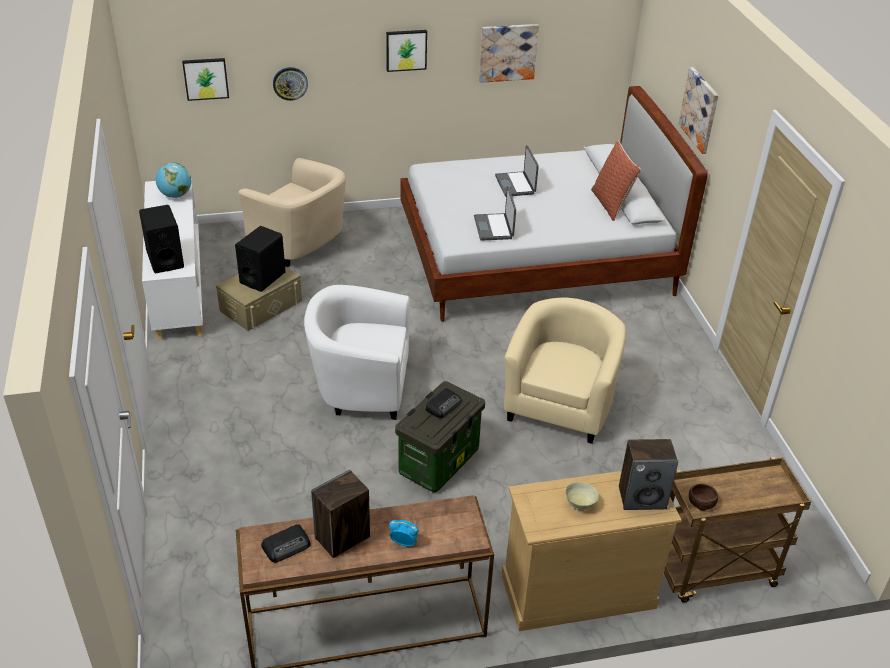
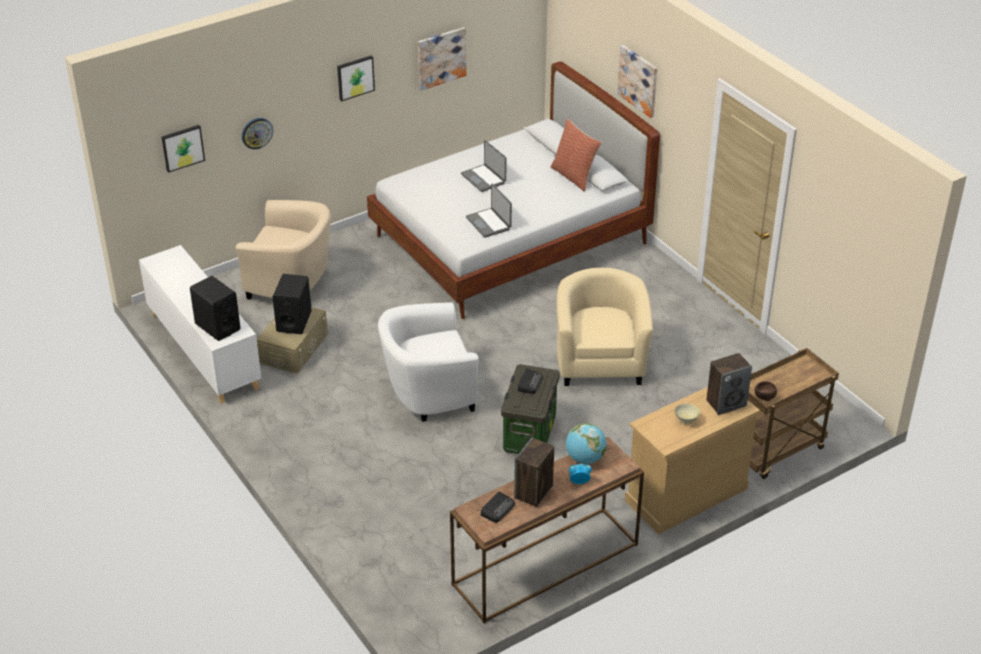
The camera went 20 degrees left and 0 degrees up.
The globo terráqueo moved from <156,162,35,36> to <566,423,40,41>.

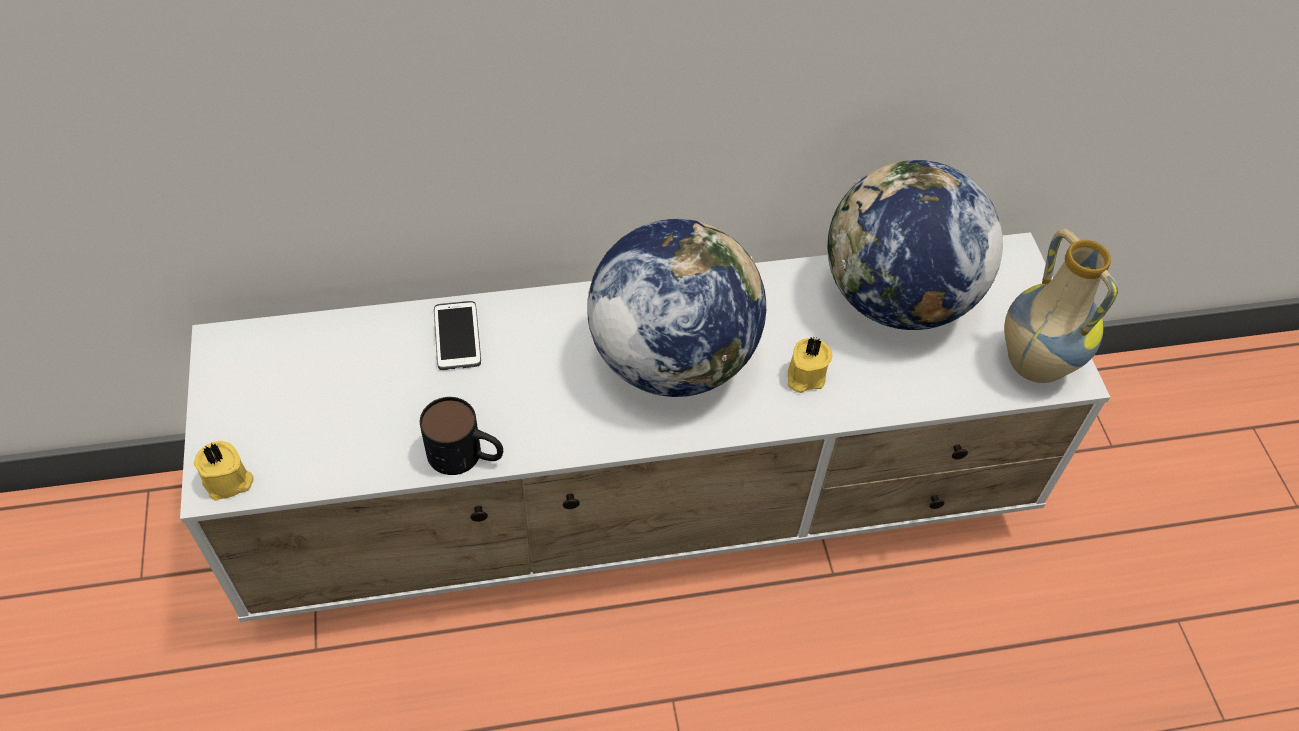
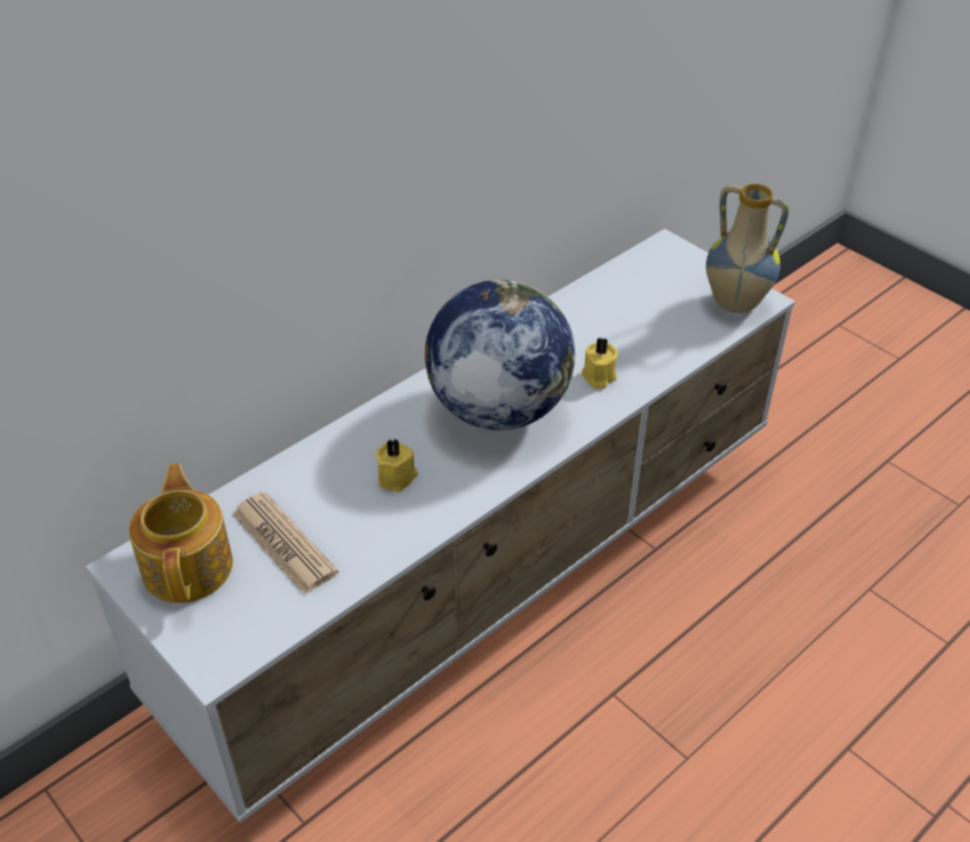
The camera went 30 degrees left and 10 degrees down.
The tetera at <129,463,104,140> appeared.
The periódico at <232,492,107,103> appeared.
The vela [amarillo] moved from <194,441,59,59> to <376,438,42,54>.
The taza grande at <420,397,83,78> disappeared.
The móvil at <434,301,47,69> disappeared.
The globo terráqueo at <827,160,176,170> disappeared.

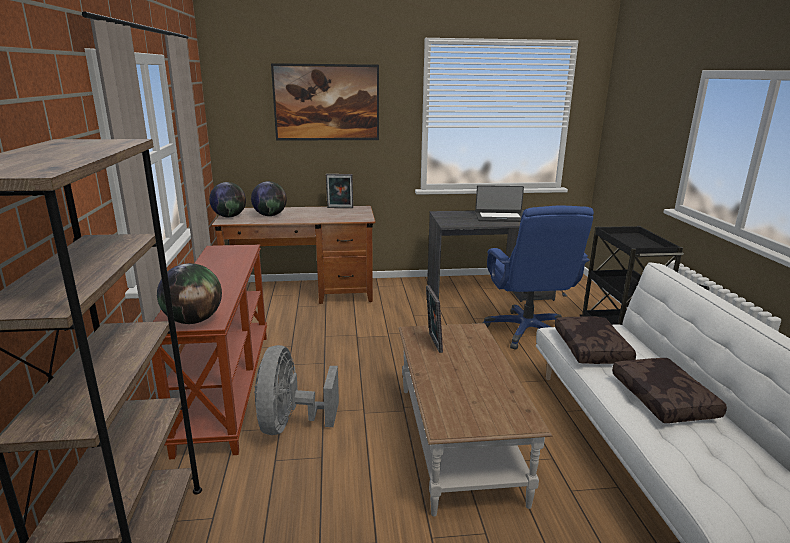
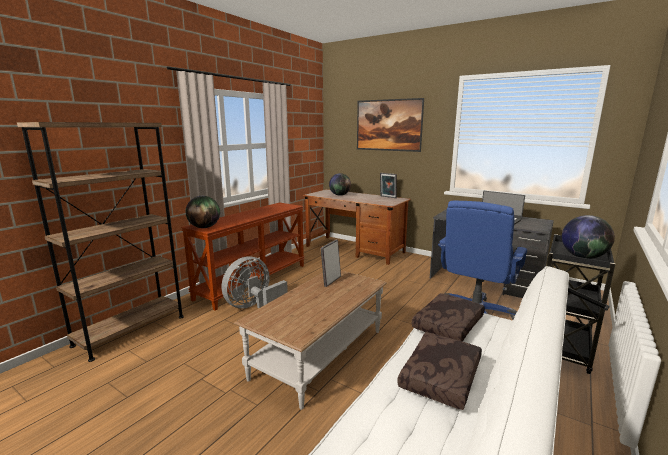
The camera went 40 degrees right and 5 degrees down.
The globo terráqueo moved from <209,182,37,35> to <562,215,53,44>.

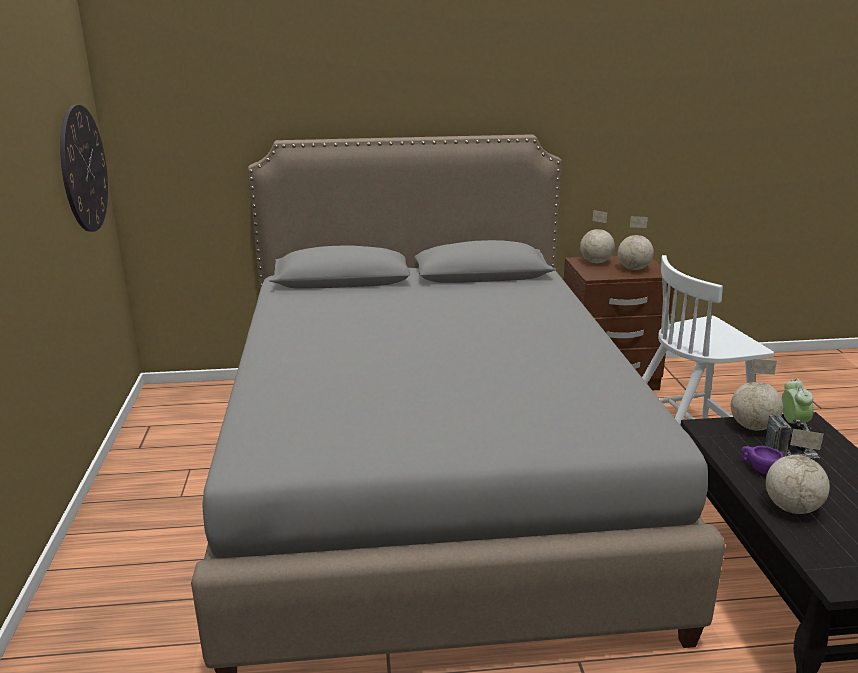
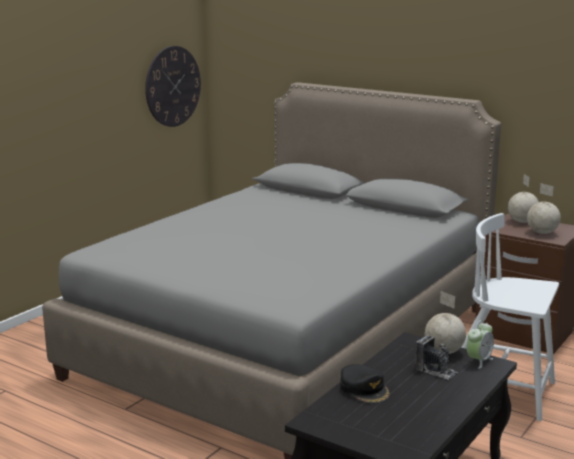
The camera went 40 degrees right and 5 degrees down.
The globo terráqueo at <766,429,64,85> was replaced by the gorra [negro] at <340,364,50,40>.
The taza [morado] at <741,446,43,28> disappeared.

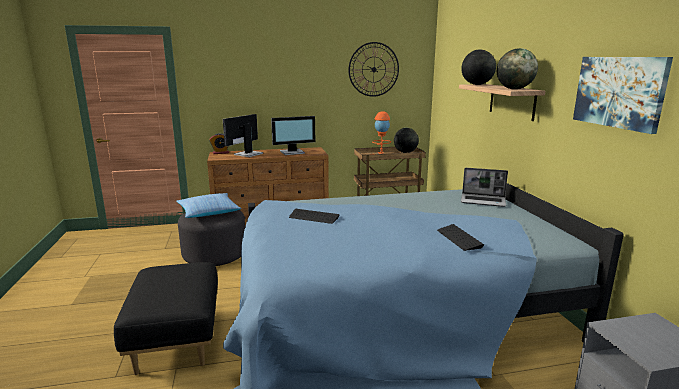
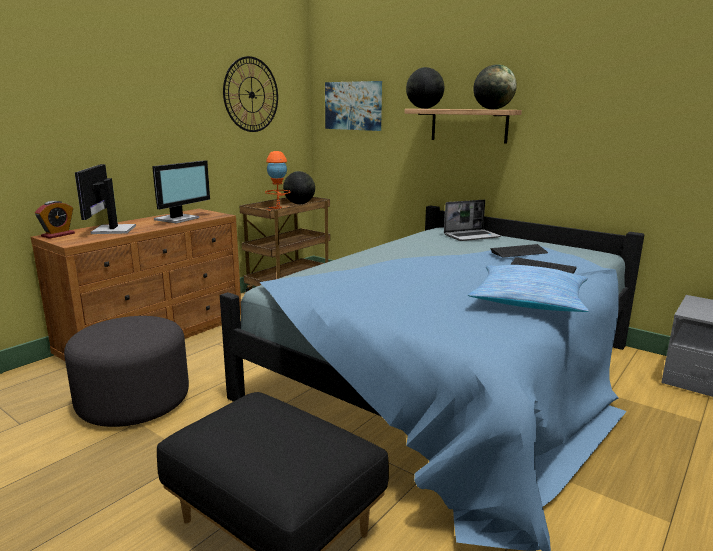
The camera went 40 degrees left and 0 degrees up.
The cuadro moved from <573,57,100,77> to <325,81,57,50>.
The cojín moved from <176,193,65,25> to <468,265,121,47>.
The teclado moved from <289,209,51,15> to <490,244,58,13>.

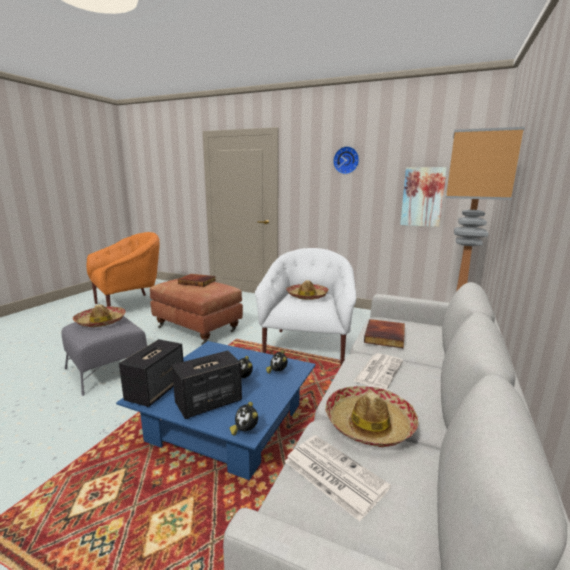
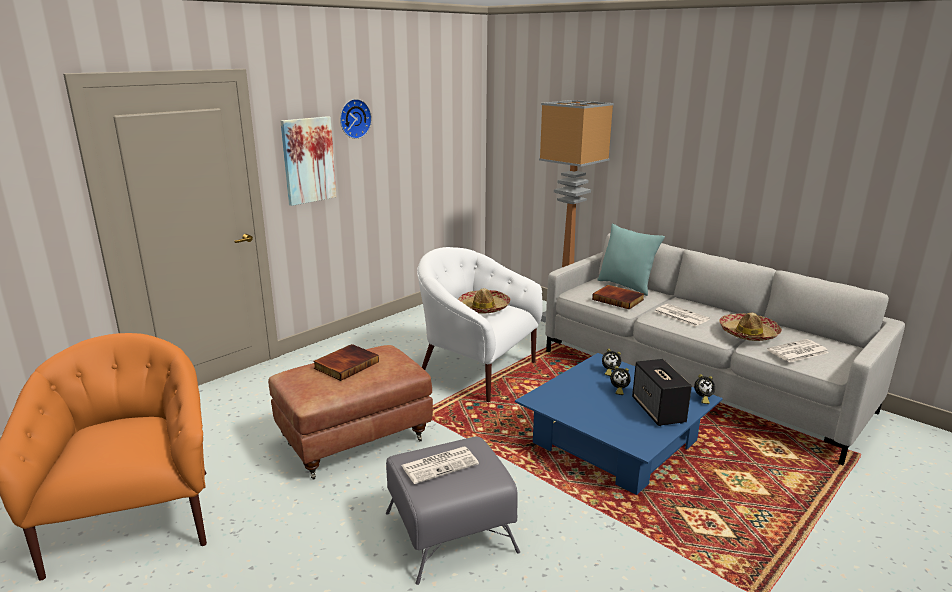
The camera went 70 degrees left and 5 degrees up.
The cuadro moved from <400,167,47,60> to <280,116,57,90>.
The sombrero at <73,304,53,23> was replaced by the periódico at <401,446,78,38>.
The cojín [turquesa] at <597,223,68,73> appeared.
The altavoz at <119,339,65,68> disappeared.

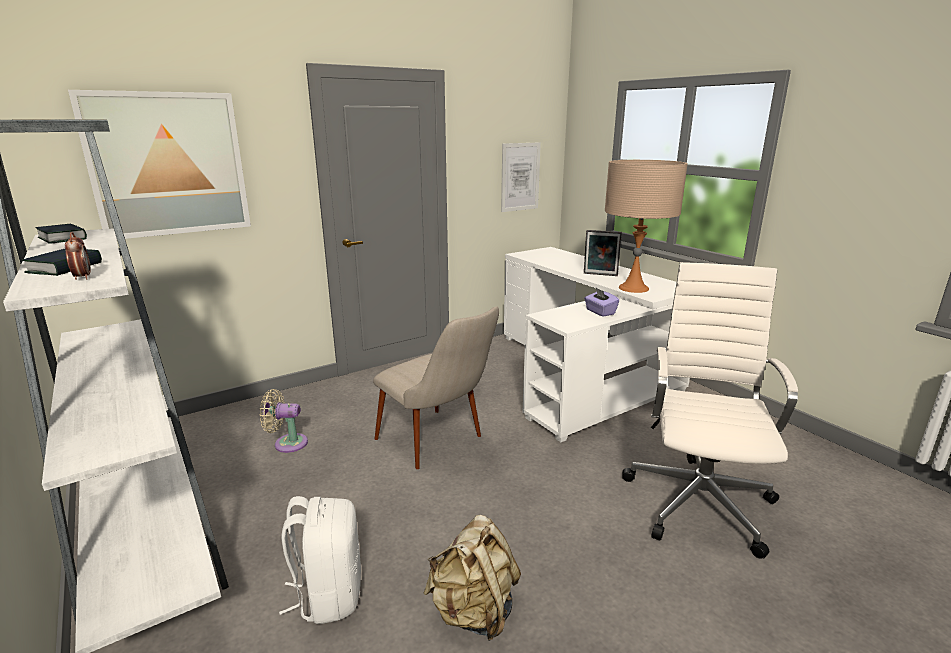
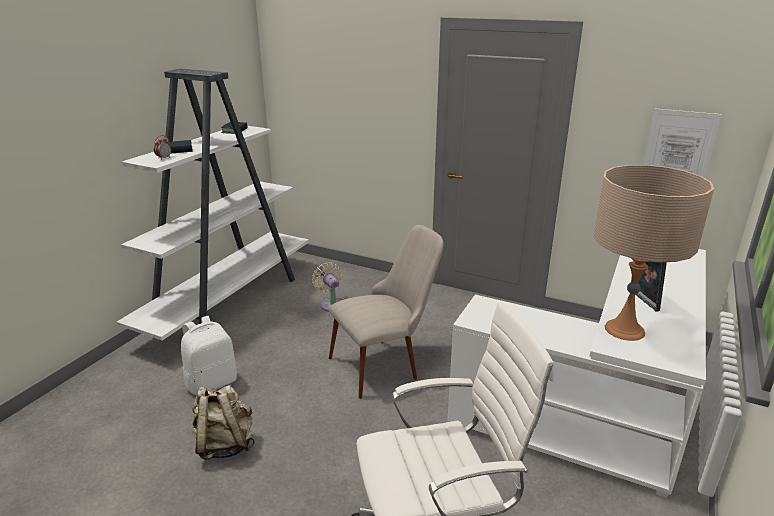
The camera went 60 degrees right and 5 degrees up.
The silla [beis] at <373,306,126,163> turned 135 degrees counterclockwise.
The cuadro at <68,90,183,149> disappeared.
The caja de pañuelos [morado] at <584,288,35,29> disappeared.

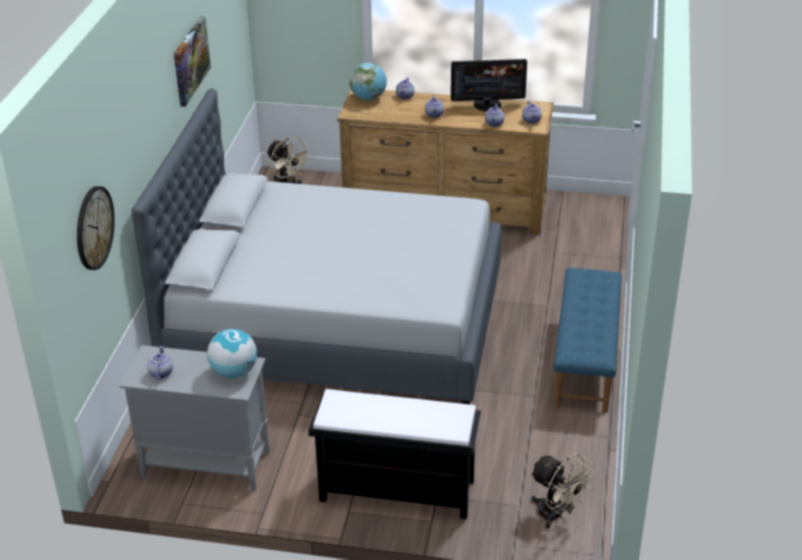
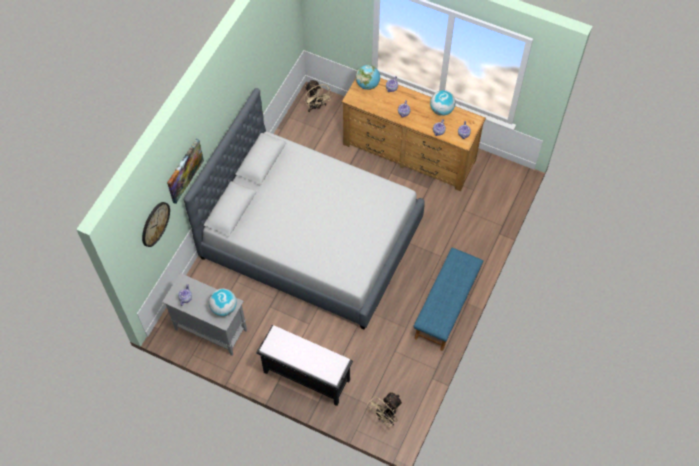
The camera went 15 degrees right and 25 degrees up.
The cuadro moved from <174,16,37,91> to <167,139,37,65>.
The ventilador [beis] at <530,454,64,75> turned 75 degrees clockwise.
The monitor at <451,59,76,53> was replaced by the globo terráqueo at <430,90,25,26>.

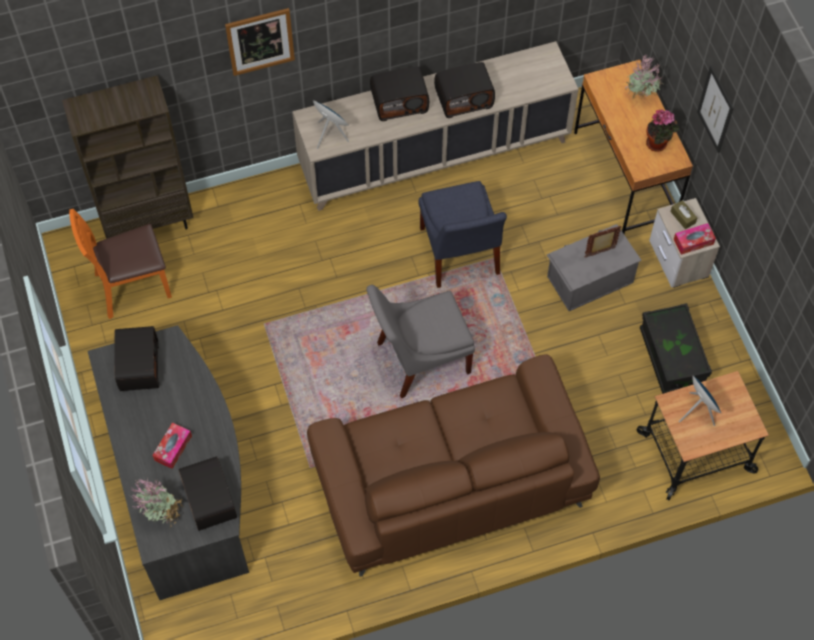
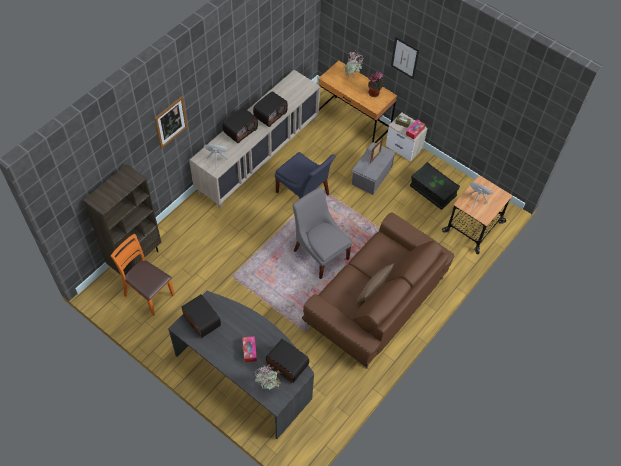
The camera went 35 degrees left and 5 degrees down.
The silla [naranja] at <69,209,103,110> turned 90 degrees clockwise.
The silla [gris] at <366,285,109,113> turned 105 degrees clockwise.
The cojín [marrón] at <356,263,38,41> appeared.

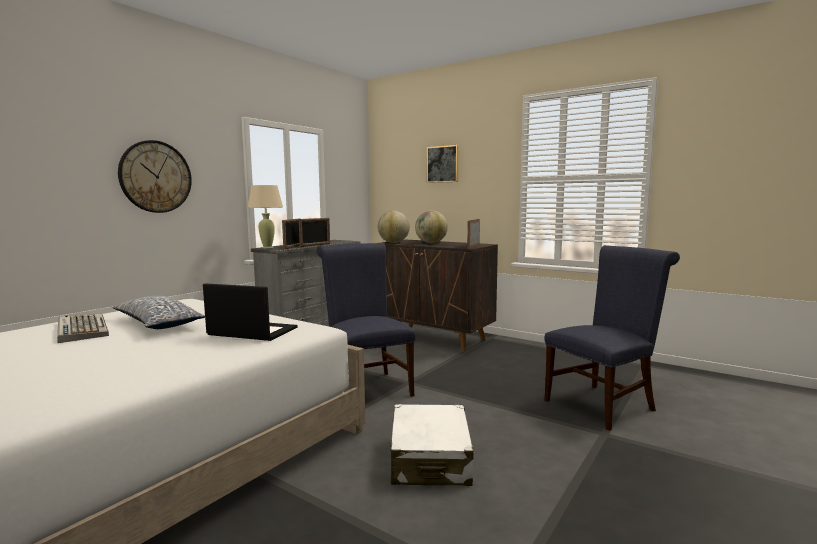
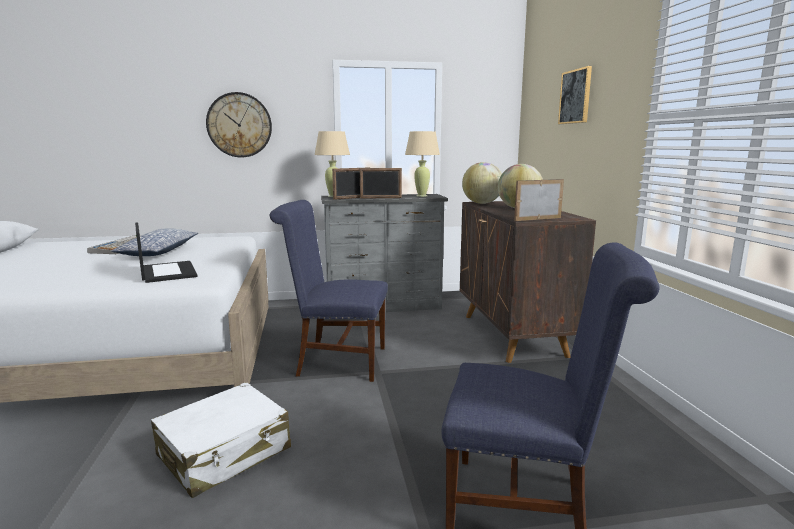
The camera went 45 degrees right and 5 degrees up.
The silla [azul] at <317,243,99,154> turned 105 degrees counterclockwise.
The lámpara de mesa [beis] at <405,131,35,66> appeared.

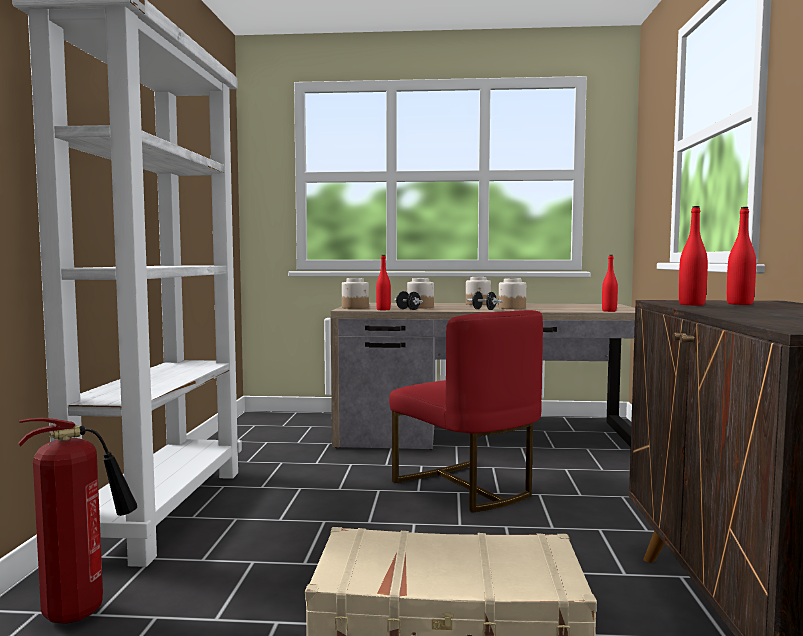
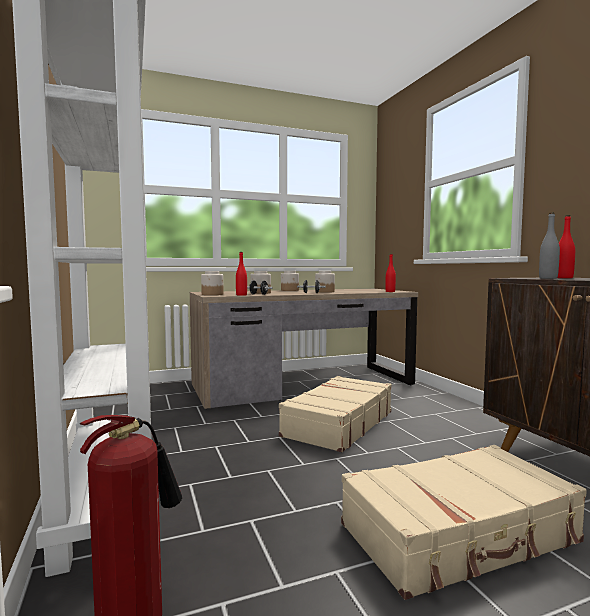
The camera went 25 degrees left and 0 degrees up.
The silla [rojo] at <389,310,154,203> was replaced by the maleta [beis] at <279,376,113,76>.
The botella [rojo] at <679,206,29,99> became the botella [gris] at <539,213,21,66>.

